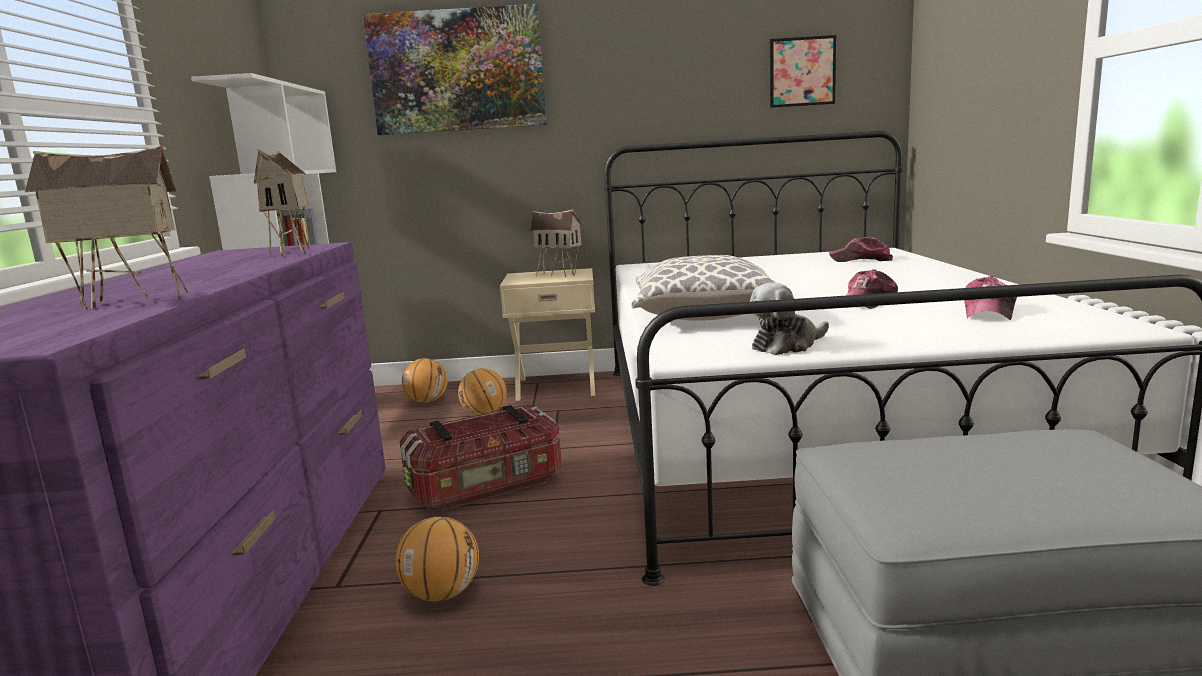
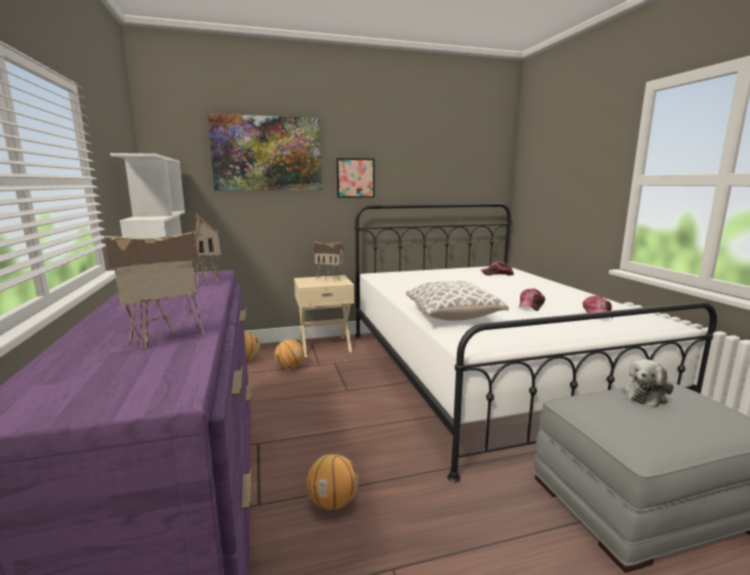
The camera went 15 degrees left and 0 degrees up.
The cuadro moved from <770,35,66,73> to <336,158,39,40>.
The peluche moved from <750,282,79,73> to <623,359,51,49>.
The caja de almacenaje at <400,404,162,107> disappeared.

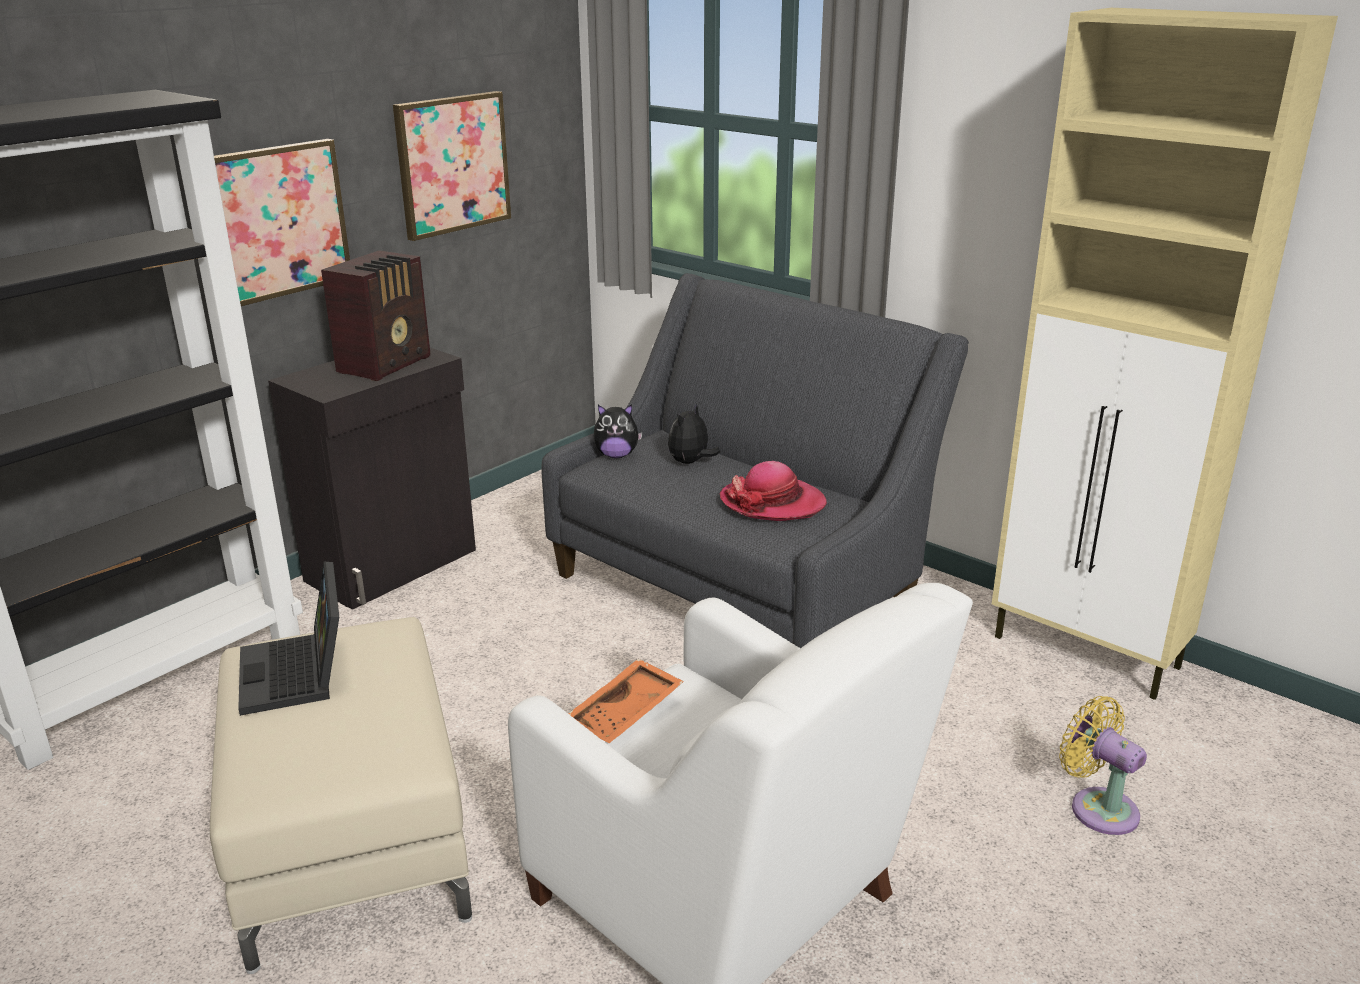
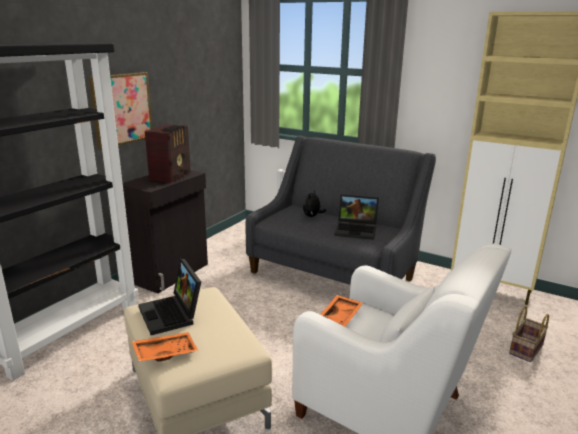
The camera went 10 degrees left and 5 degrees down.
The bandeja [naranja] at <132,332,66,30> appeared.
The sombrero at <720,461,107,60> was replaced by the portátil at <334,194,45,46>.
The ventilador [amarillo] at <1059,696,88,139> was replaced by the cesta at <509,306,40,56>.
The cuadro at <393,91,118,150> disappeared.
The peluche at <593,404,50,54> disappeared.

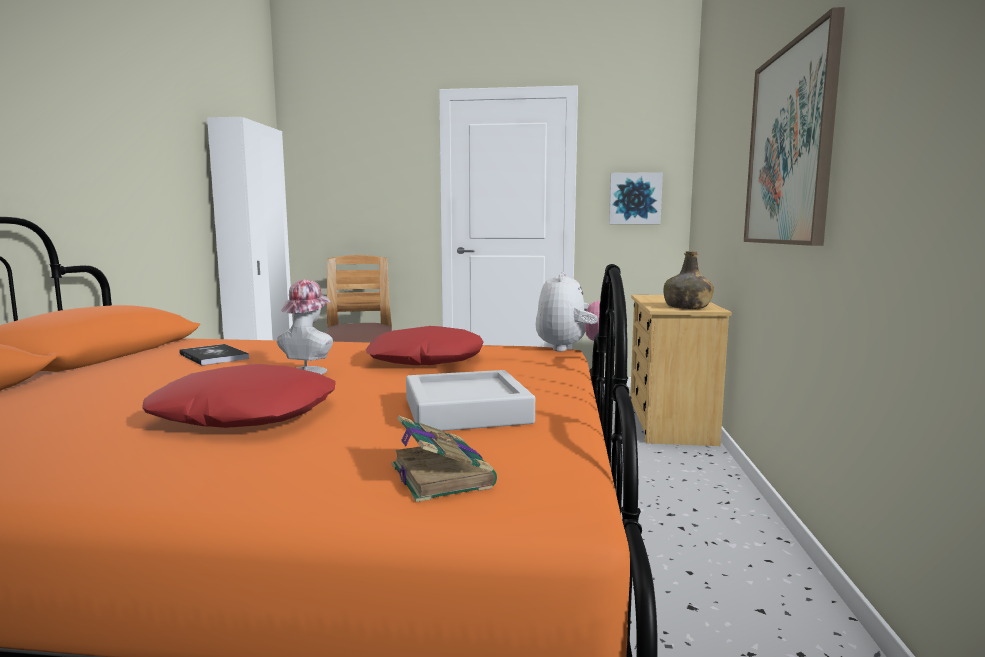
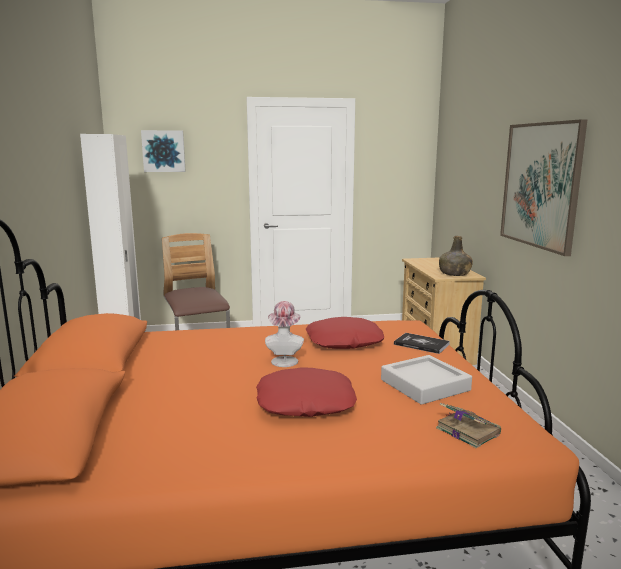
The camera went 15 degrees left and 5 degrees up.
The cuadro moved from <609,172,54,52> to <141,130,45,42>.
The libro moved from <179,344,70,22> to <394,333,56,21>.
The peluche at <536,272,64,80> disappeared.

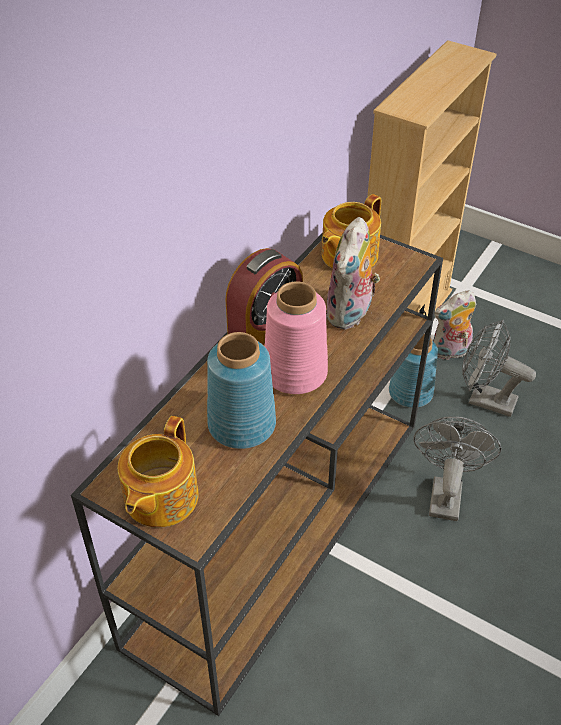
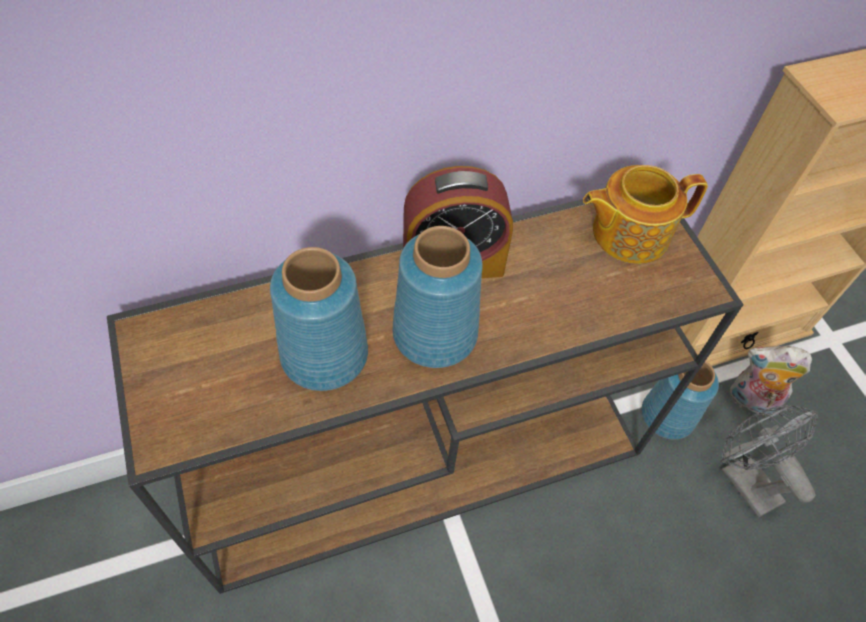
The camera went 35 degrees right and 10 degrees up.
The florero [rosa] at <264,281,64,113> became the florero [azul] at <392,226,91,142>.
The tetera at <118,416,81,111> disappeared.
The peluche at <326,217,54,112> disappeared.
The ventilador [gris] at <413,417,88,104> disappeared.

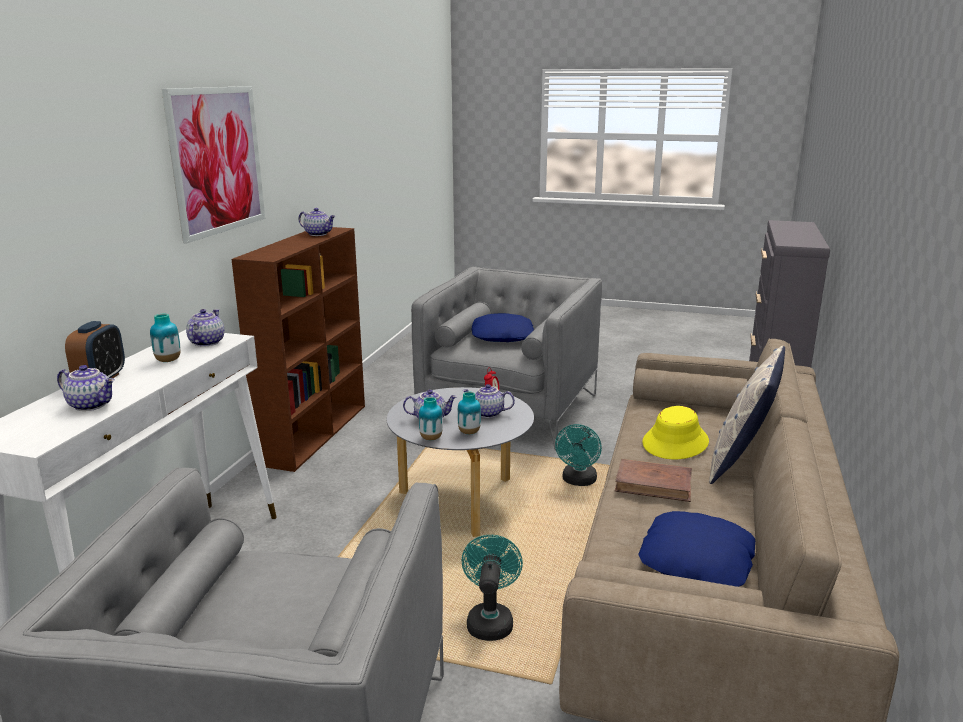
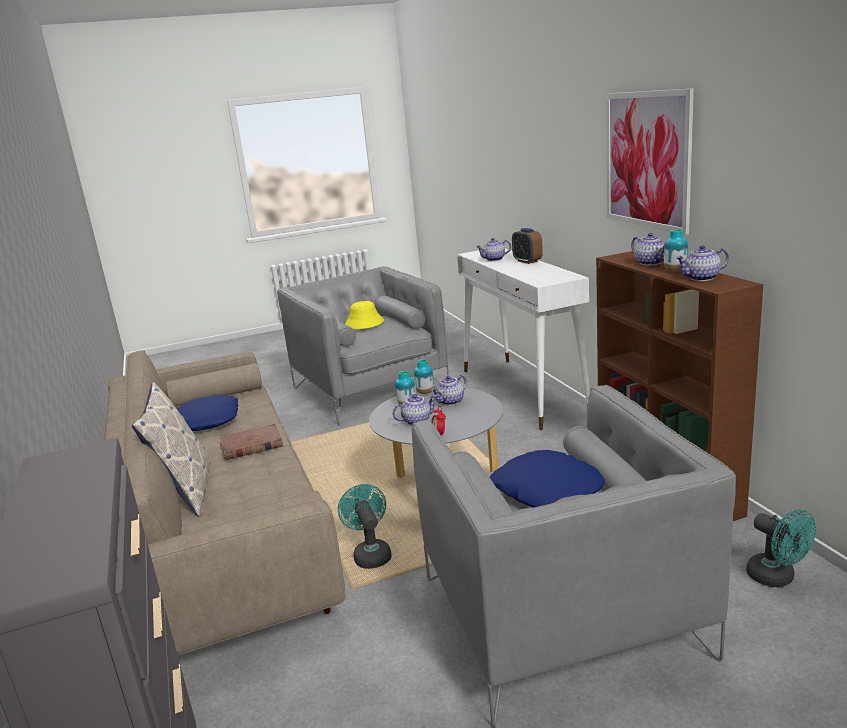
The camera went 145 degrees right and 0 degrees up.
The sombrero [amarillo] moved from <642,406,67,53> to <345,301,39,28>.
The tetera moved from <186,309,38,38> to <631,233,34,33>.
The florero moved from <150,314,31,48> to <664,229,24,43>.
The ventilador [turquesa] moved from <461,535,62,106> to <746,509,70,78>.

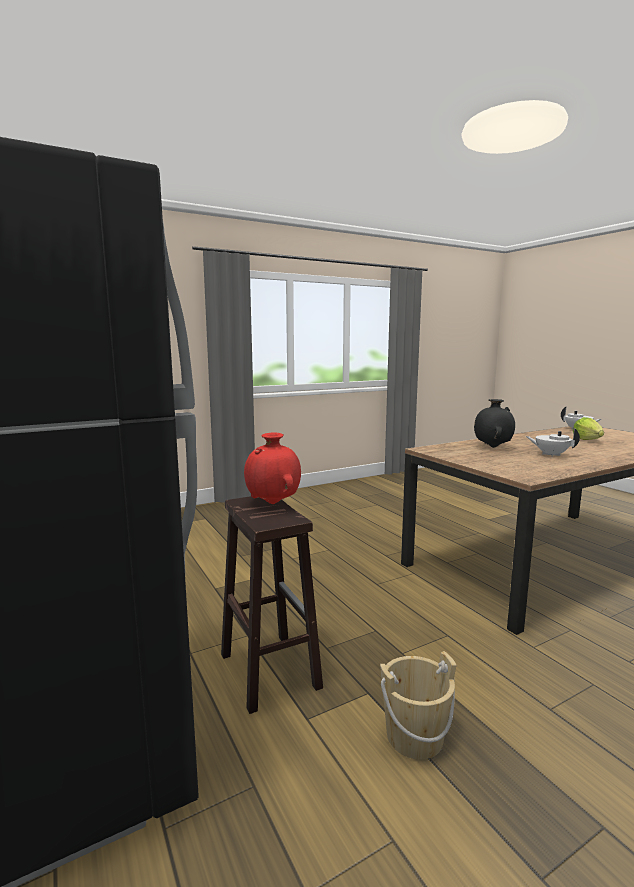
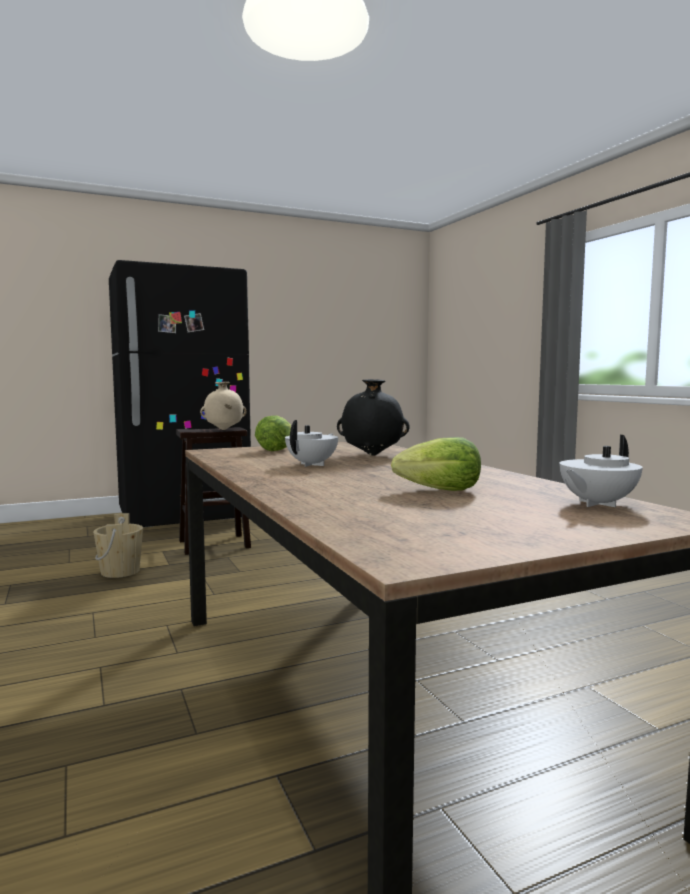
The camera went 95 degrees right and 5 degrees down.
The florero [rojo] at <244,432,57,72> became the florero [beis] at <200,382,46,48>.
The lechuga at <255,415,36,36> appeared.

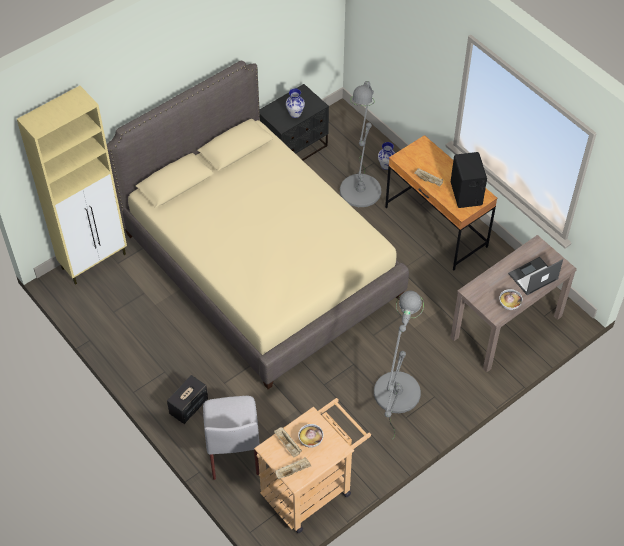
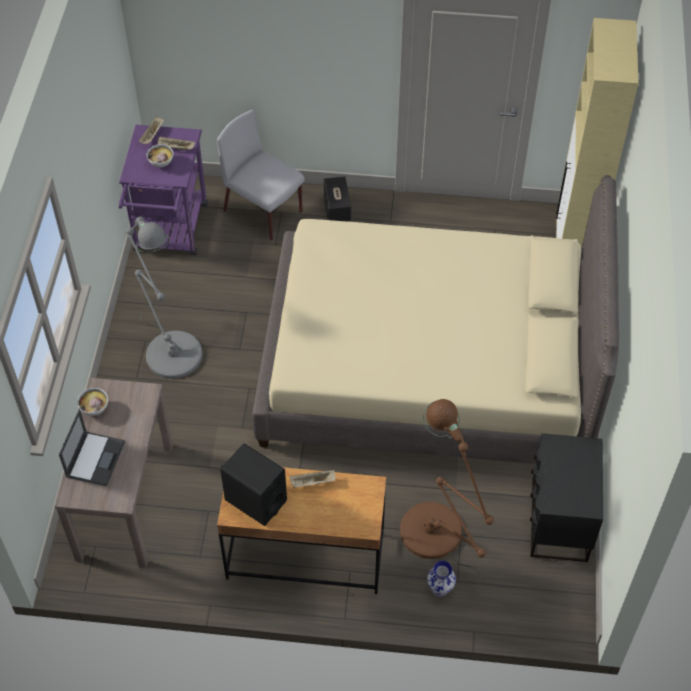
The camera went 135 degrees right and 0 degrees up.
The carrito [beis] at <254,398,117,135> became the carrito [morado] at <119,125,89,131>.
The lámpara de pie [gris] at <340,81,41,126> became the lámpara de pie [marrón] at <400,399,94,180>.
The florero at <286,88,19,30> disappeared.

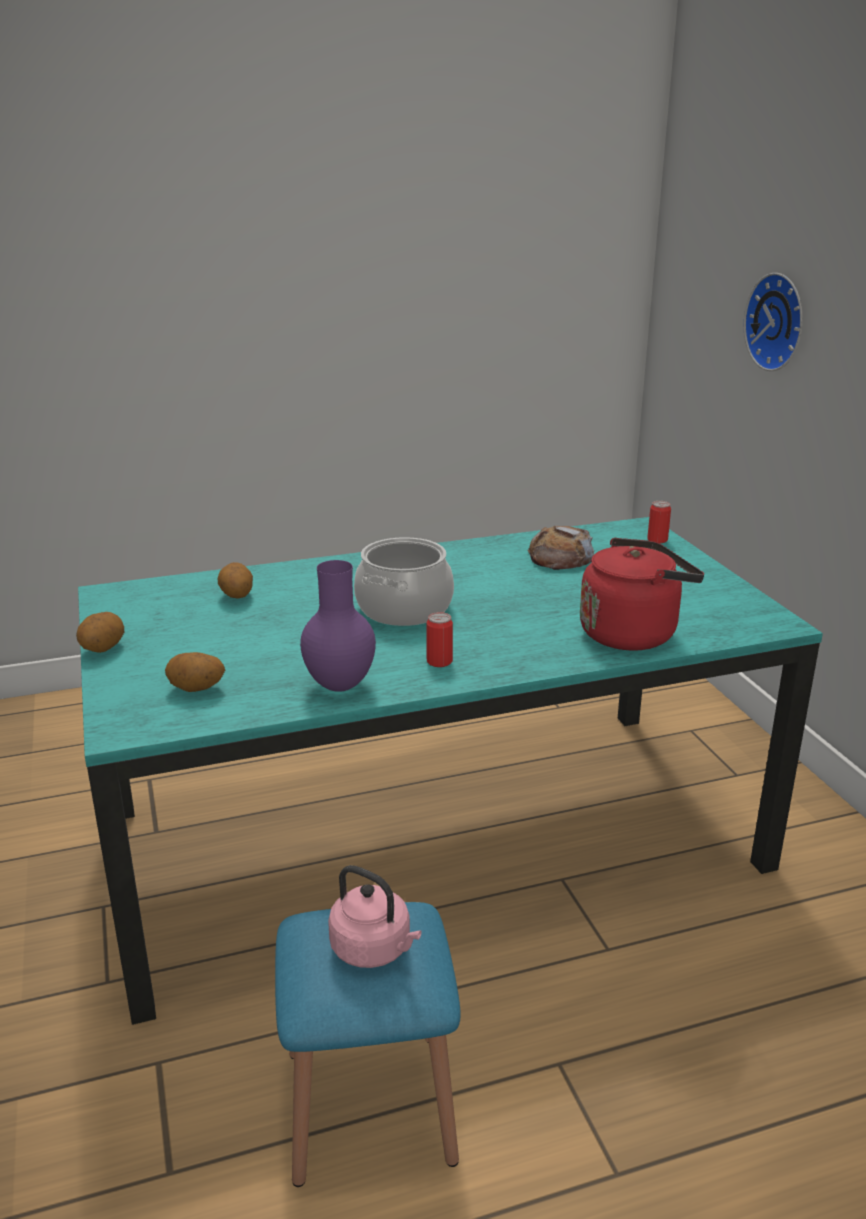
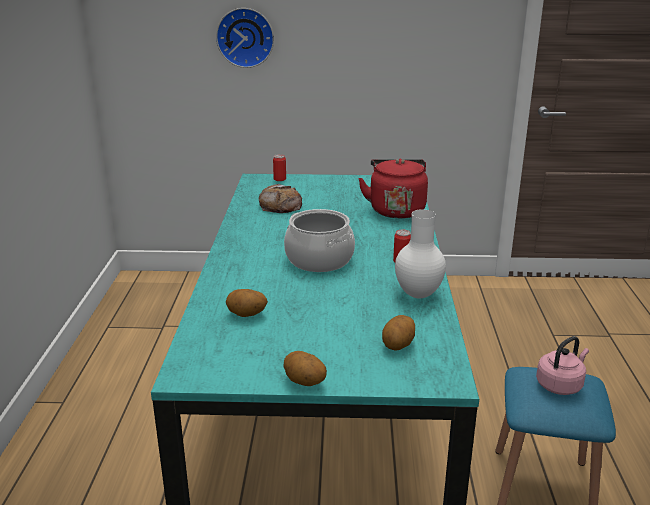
The camera went 70 degrees left and 0 degrees up.
The florero [morado] at <300,560,76,132> became the florero [blanco] at <395,209,51,90>.

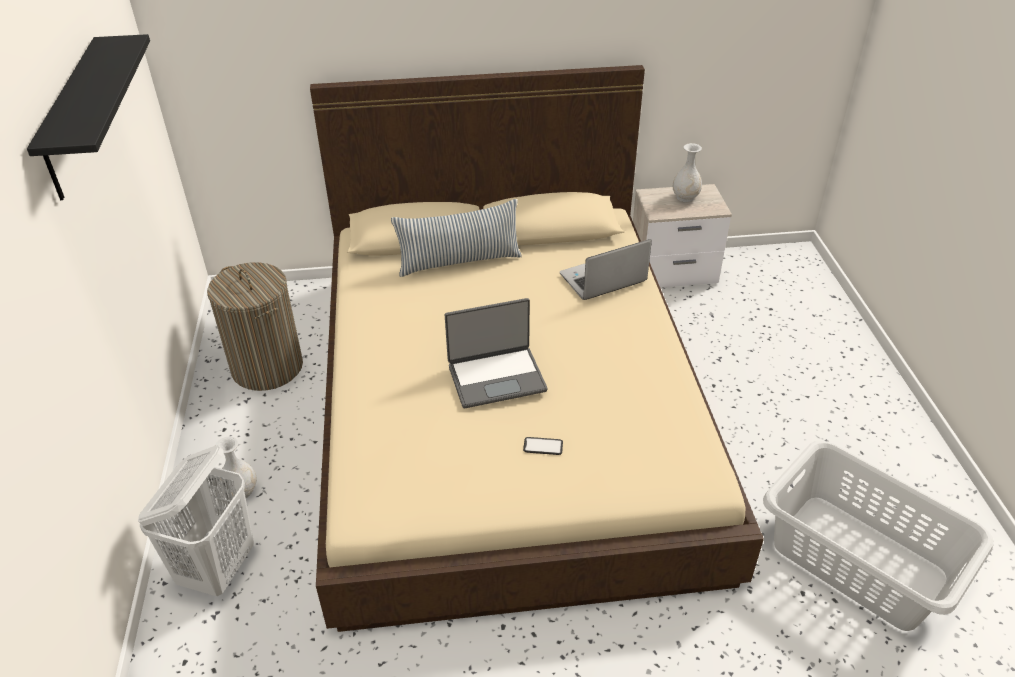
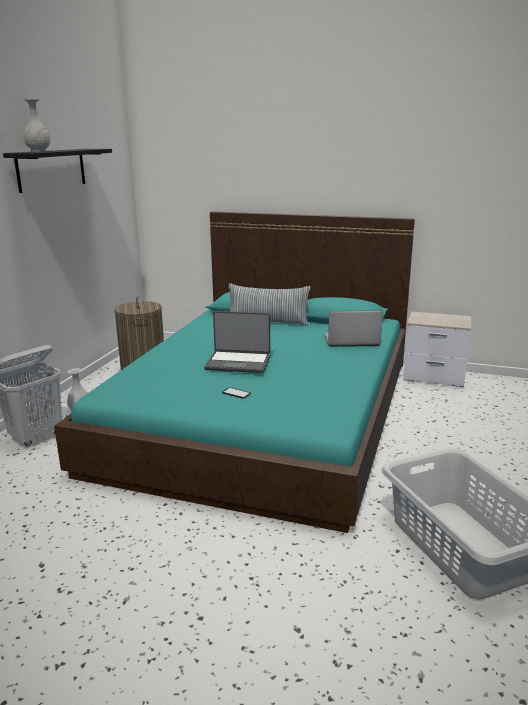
The camera went 25 degrees right and 20 degrees down.
The florero [blanco] moved from <673,143,29,59> to <23,99,27,53>.
The cama [beis] at <310,65,454,567> became the cama [turquesa] at <54,212,361,321>.

